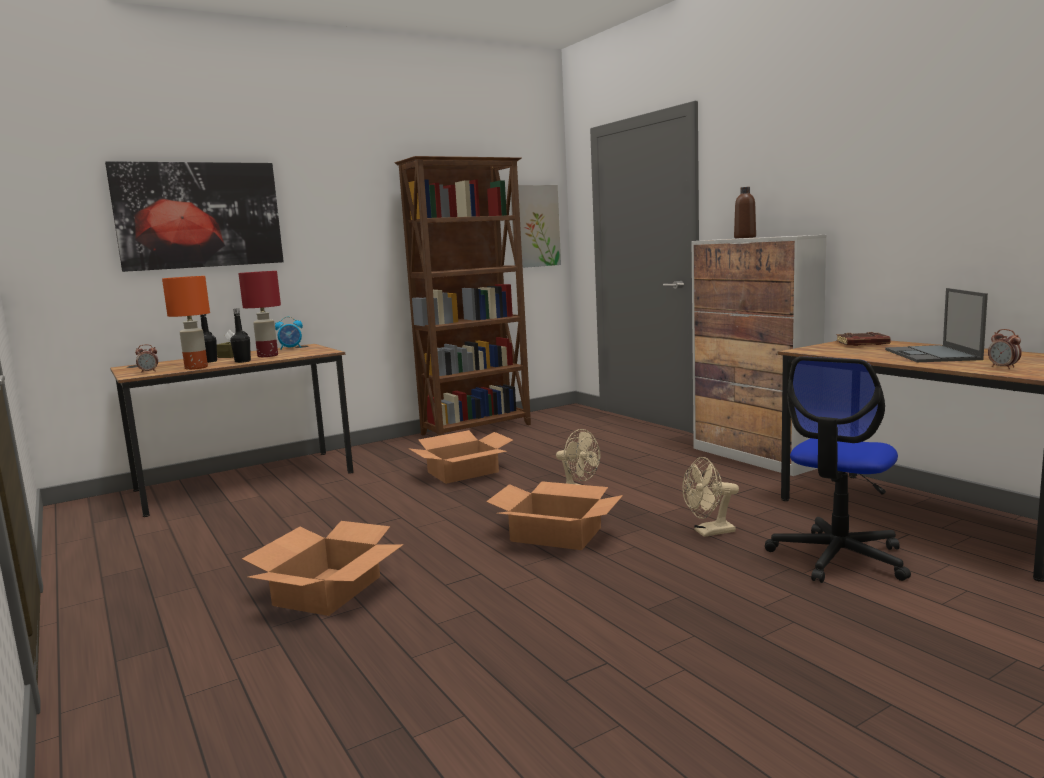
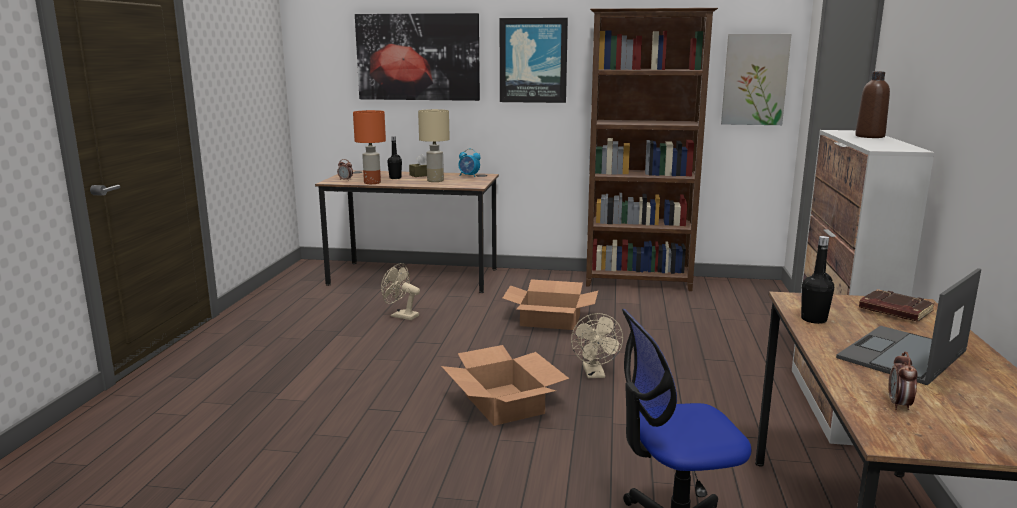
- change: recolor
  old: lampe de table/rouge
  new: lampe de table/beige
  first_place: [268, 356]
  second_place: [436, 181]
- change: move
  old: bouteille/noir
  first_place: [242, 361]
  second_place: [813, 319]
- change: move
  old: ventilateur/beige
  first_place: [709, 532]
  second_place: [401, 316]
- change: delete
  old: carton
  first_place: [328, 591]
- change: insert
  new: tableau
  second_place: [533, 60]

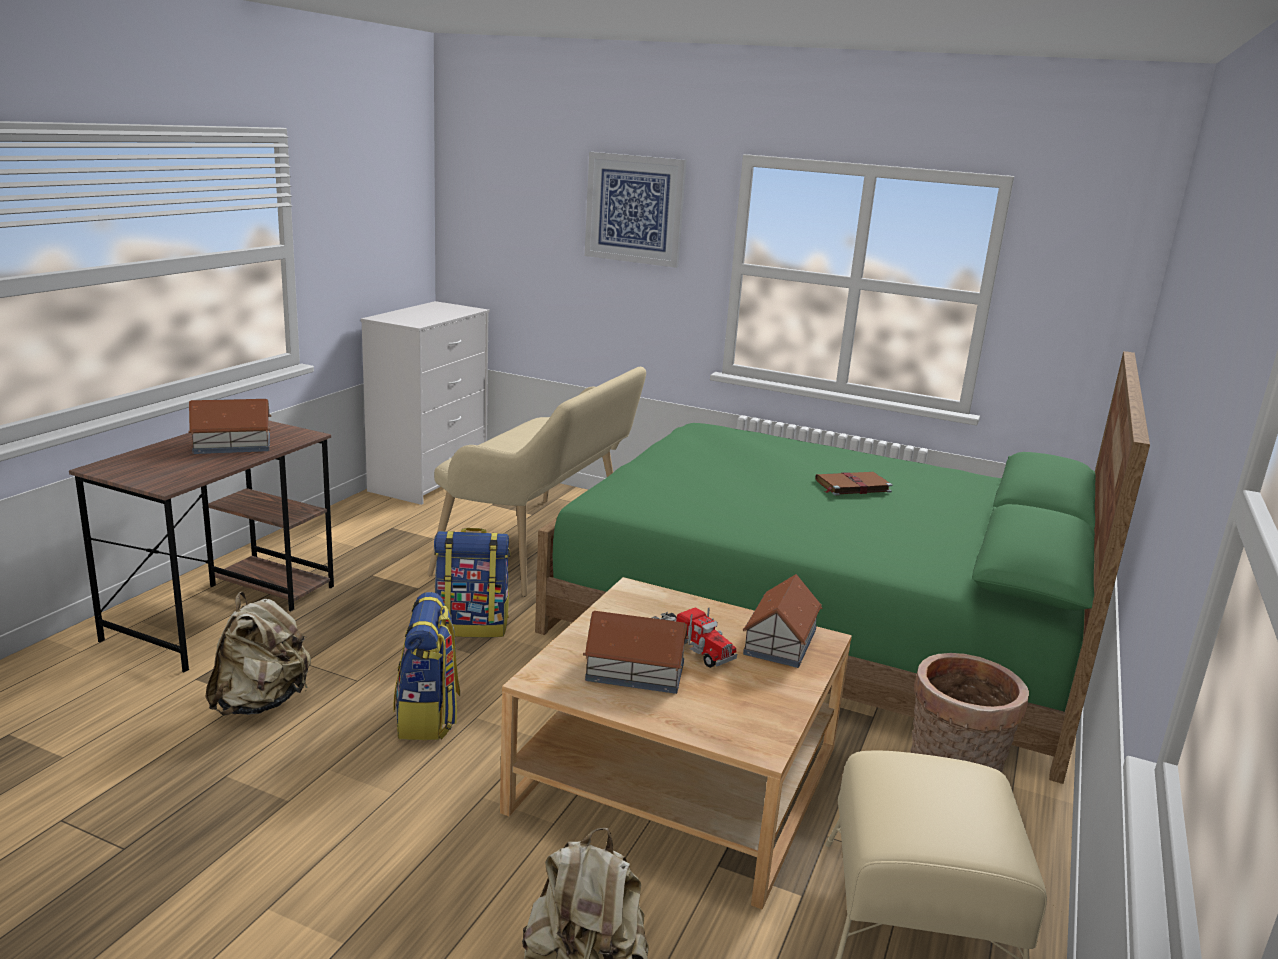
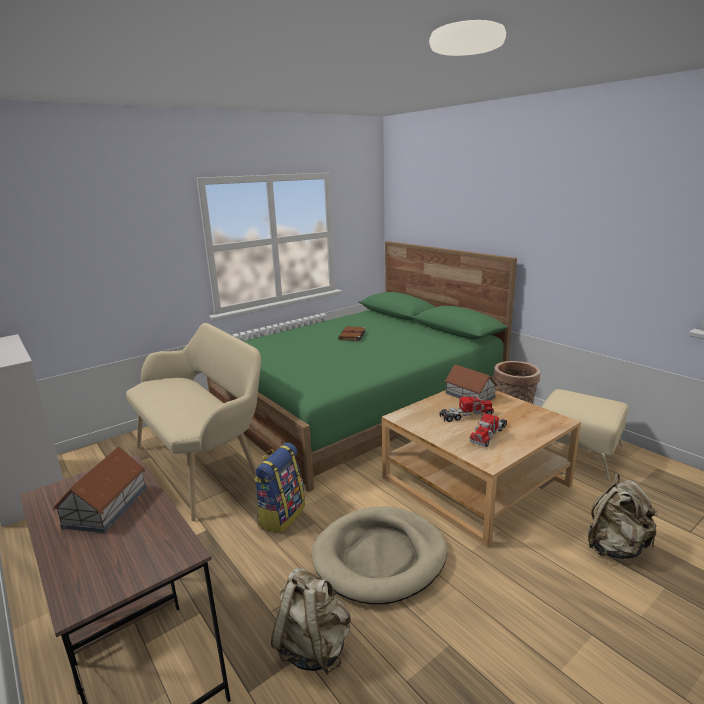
- change: delete
  old: tableau
  first_place: [634, 209]
- change: replace
  old: sac à dos
  new: panier pour chien/beige
  first_place: [428, 717]
  second_place: [380, 557]
- change: replace
  old: maison miniature
  new: camion jouet
  first_place: [636, 672]
  second_place: [488, 434]

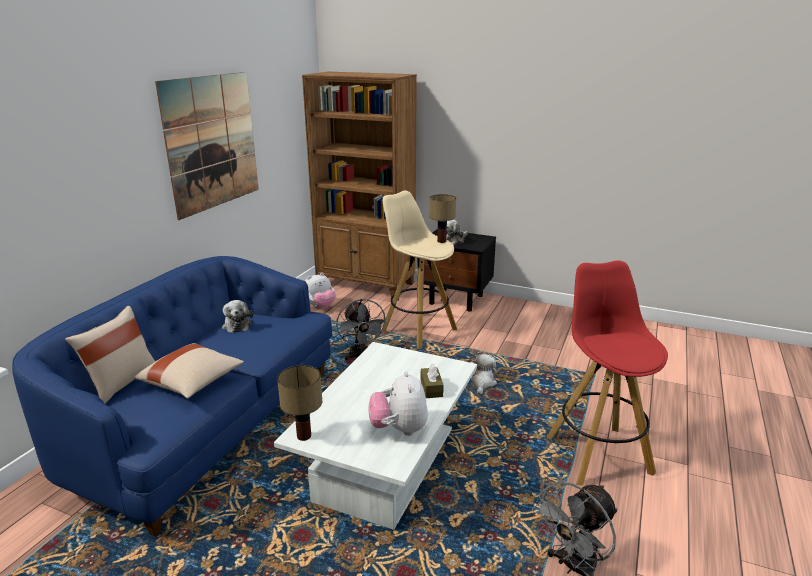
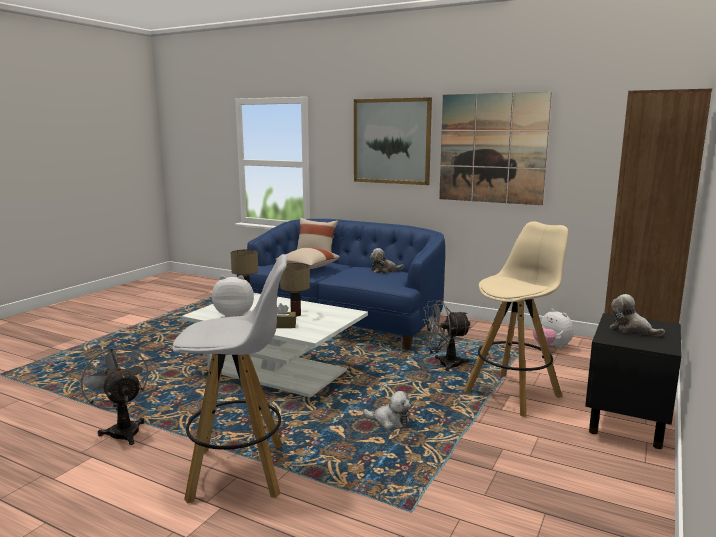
- change: move
  old: lampe de table
  first_place: [441, 241]
  second_place: [295, 314]
- change: recolor
  old: tabouret/rouge
  new: tabouret/blanc
  first_place: [597, 453]
  second_place: [240, 472]
- change: insert
  new: tableau
  second_place: [391, 141]

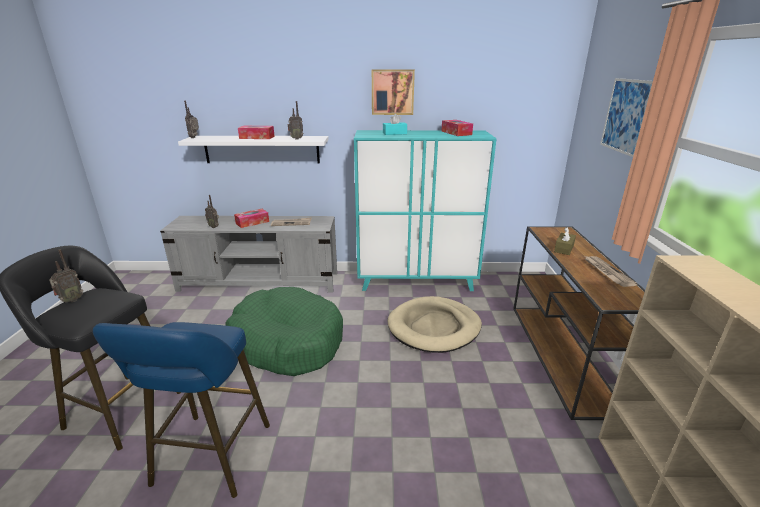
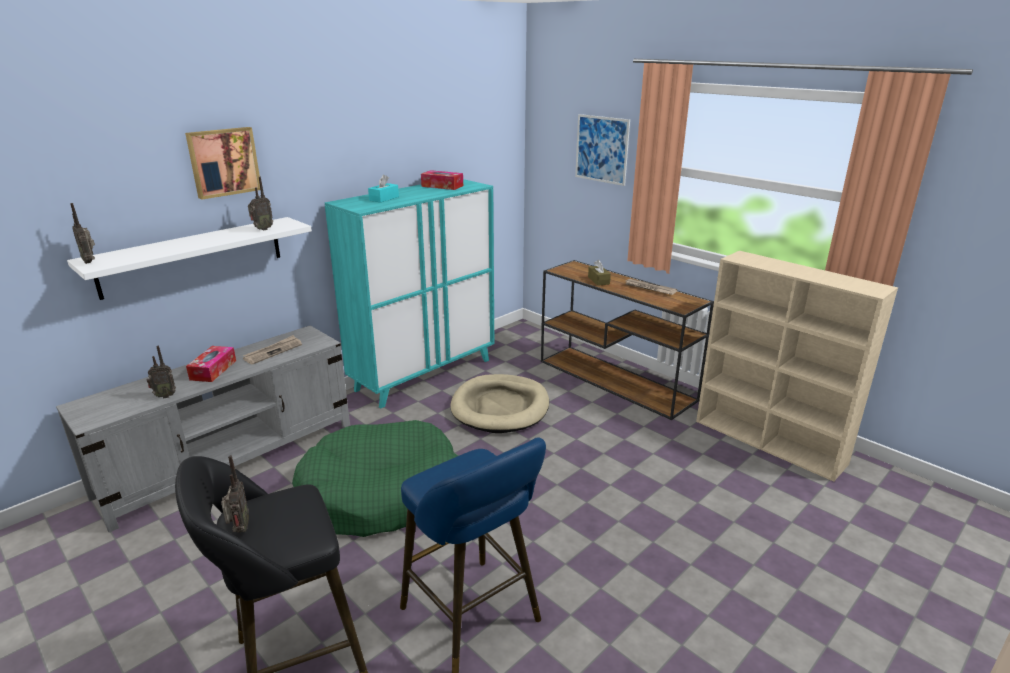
- change: move
  old: tableau
  first_place: [392, 92]
  second_place: [223, 162]
- change: delete
  old: boîte à mouchoirs
  first_place: [257, 137]

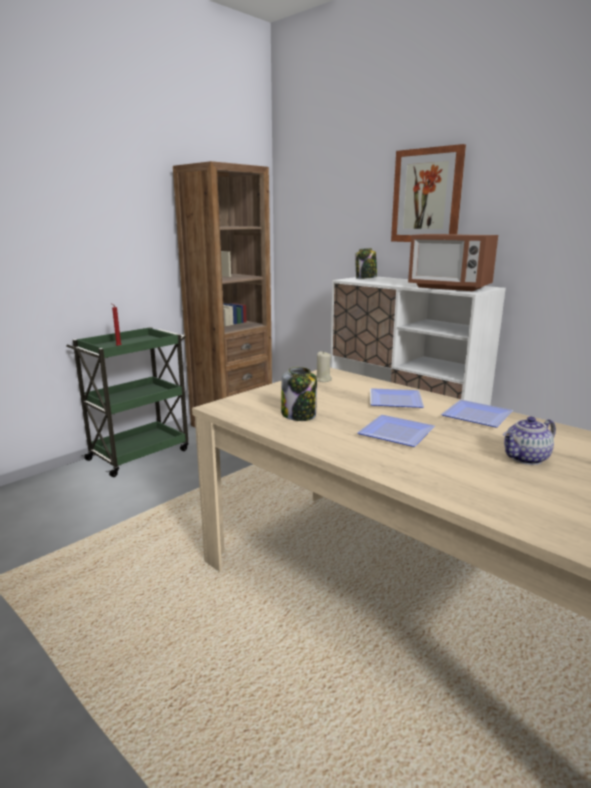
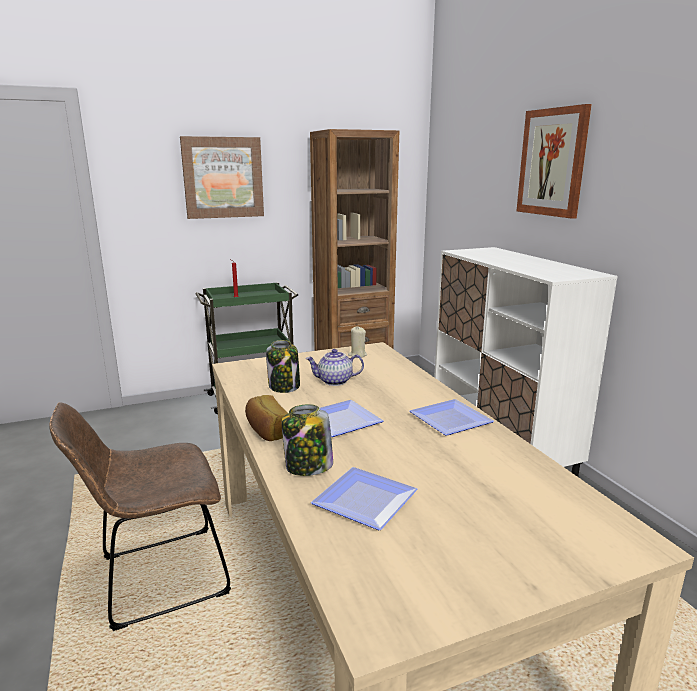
- change: delete
  old: micro-ondes
  first_place: [449, 287]
- change: move
  old: bocal
  first_place: [365, 278]
  second_place: [308, 467]
- change: move
  old: assiette
  first_place: [397, 401]
  second_place: [366, 503]
- change: move
  old: théière
  first_place: [526, 459]
  second_place: [334, 381]
- change: insert
  new: tableau
  second_place: [223, 177]
- change: insert
  new: pain
  second_place: [266, 431]
- change: insert
  new: chaise/marron
  second_place: [156, 578]

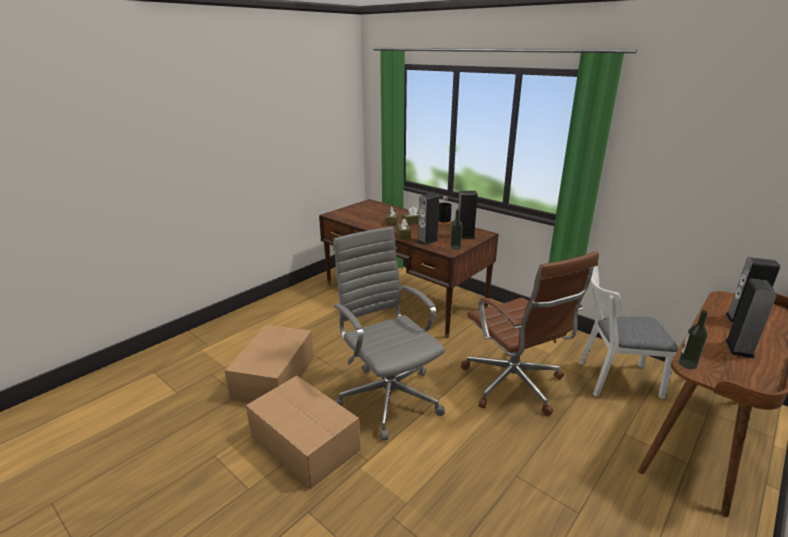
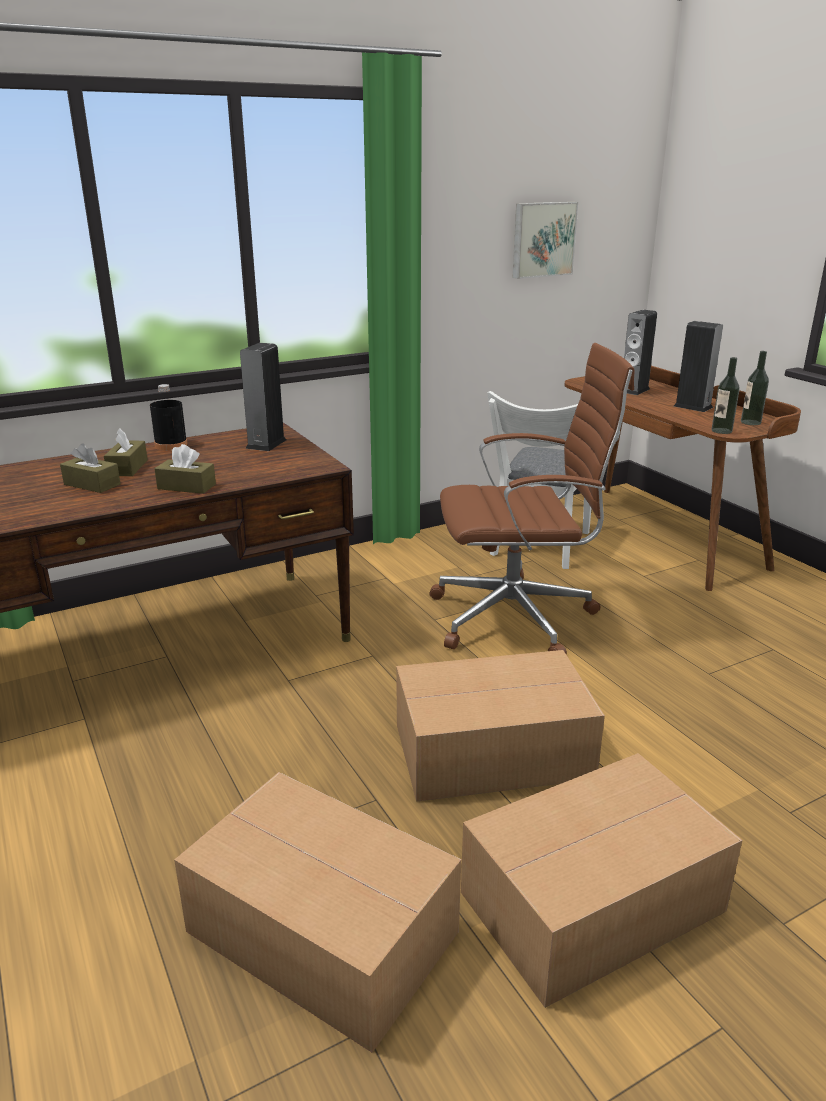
- change: delete
  old: enceinte
  first_place: [427, 241]
- change: move
  old: bouteille
  first_place: [455, 247]
  second_place: [750, 422]
- change: replace
  old: chaise de bureau/gris
  new: carton
  first_place: [388, 396]
  second_place: [489, 750]
- change: insert
  new: tableau
  second_place: [542, 239]

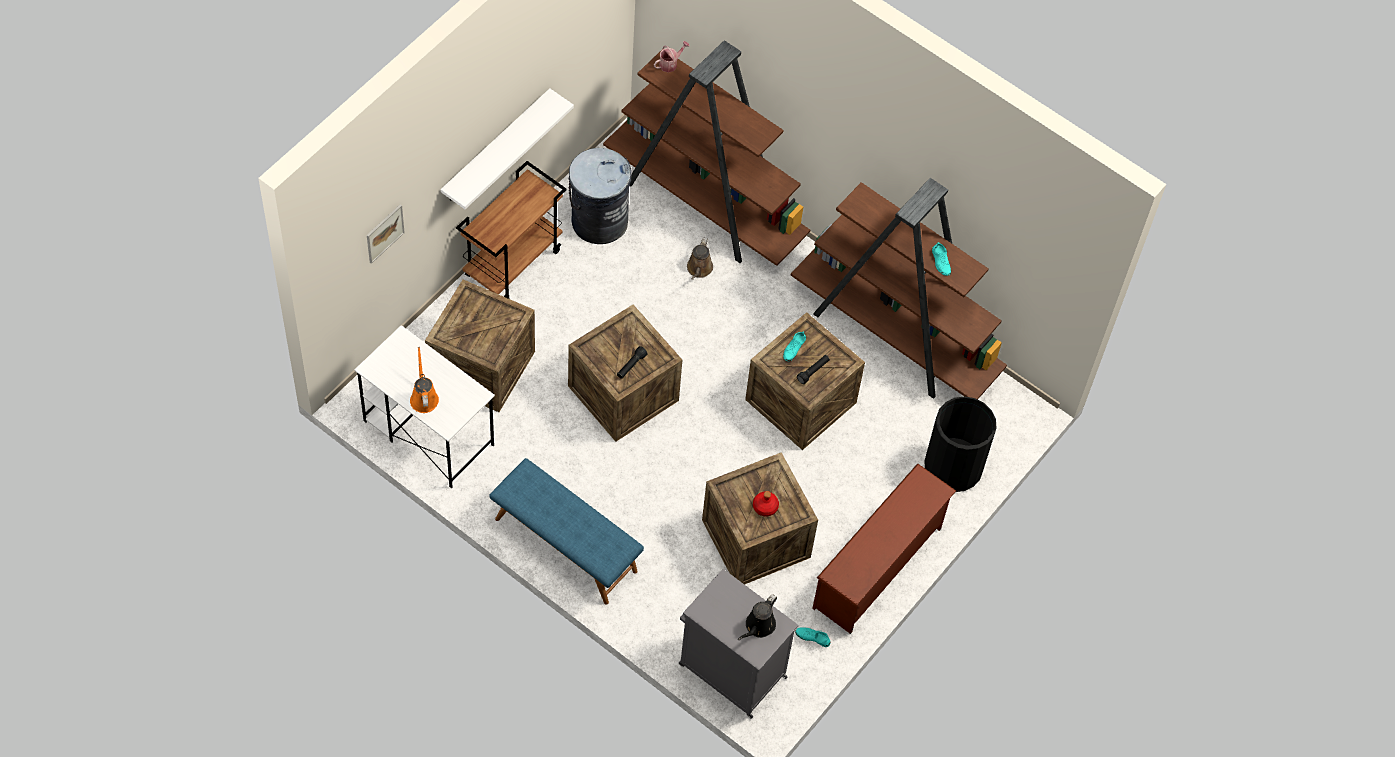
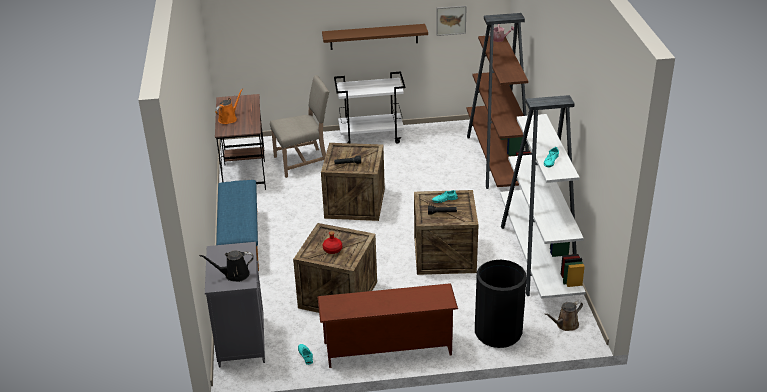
- change: recolor
  old: étagère/blanc
  new: étagère/marron
  first_place: [496, 147]
  second_place: [374, 36]
- change: delete
  old: poubelle/gris
  first_place: [599, 221]
- change: recolor
  old: chariot/marron
  new: chariot/blanc
  first_place: [513, 262]
  second_place: [371, 136]
- change: recolor
  old: bibliothèque/marron
  new: bibliothèque/blanc
  first_place: [895, 336]
  second_place: [538, 258]
- change: move
  old: tableau
  first_place: [384, 233]
  second_place: [451, 20]
- change: move
  old: arrosoir/marron
  first_place: [699, 269]
  second_place: [565, 325]
- change: replace
  old: caisse
  new: chaise/beige
  first_place: [482, 366]
  second_place: [303, 161]
- change: recolor
  old: bureau/blanc
  new: bureau/marron
  first_place: [427, 432]
  second_place: [244, 170]

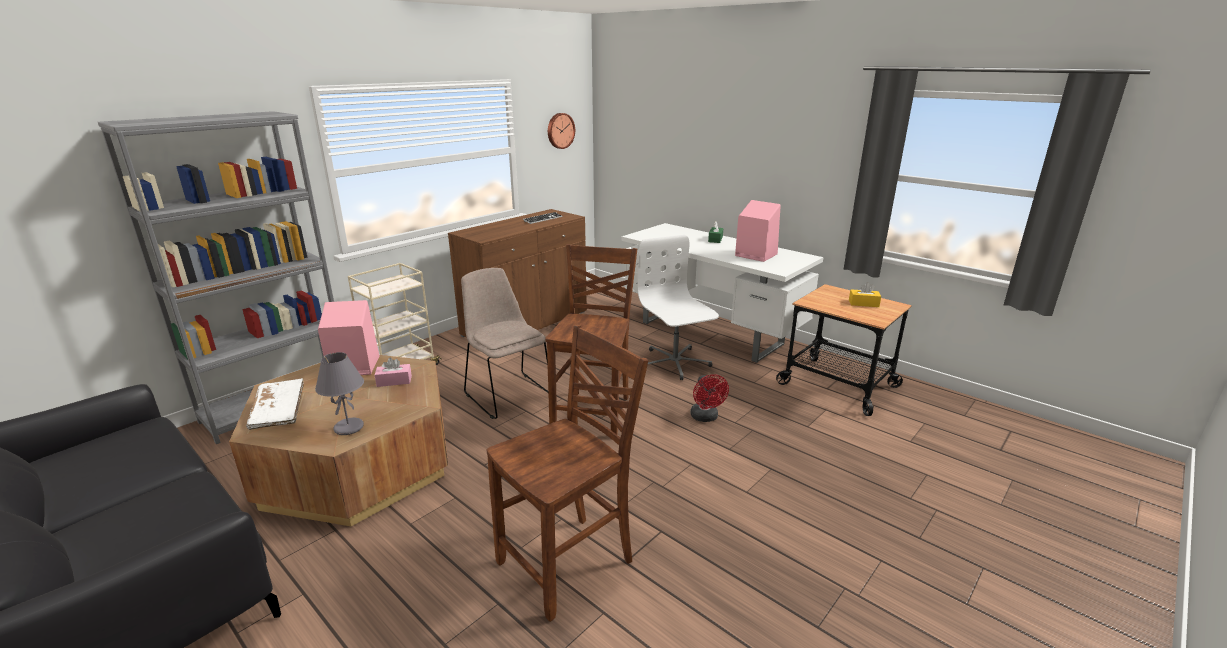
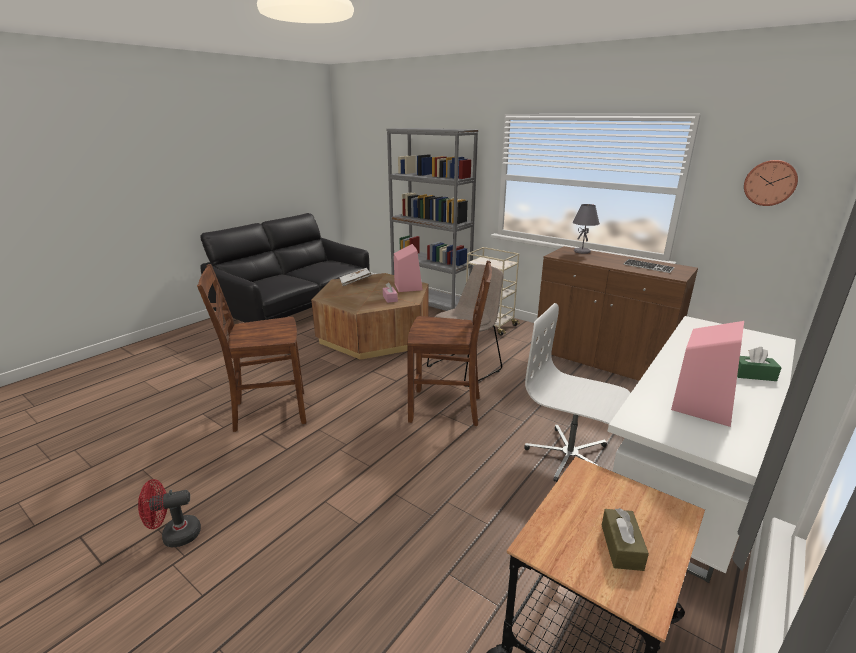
- change: rotate
  old: chaise de bureau/blanc
  first_place: [674, 363]
  second_place: [569, 456]
  degrees: -120
- change: recolor
  old: boîte à mouchoirs/jaune
  new: boîte à mouchoirs/marron
  first_place: [863, 303]
  second_place: [621, 547]
- change: rotate
  old: chaise/marron
  first_place: [569, 563]
  second_place: [268, 411]
  degrees: 120
- change: move
  old: lampe de table/gris
  first_place: [349, 427]
  second_place: [582, 252]
- change: move
  old: ventilateur/rouge
  first_place: [706, 418]
  second_place: [175, 535]

